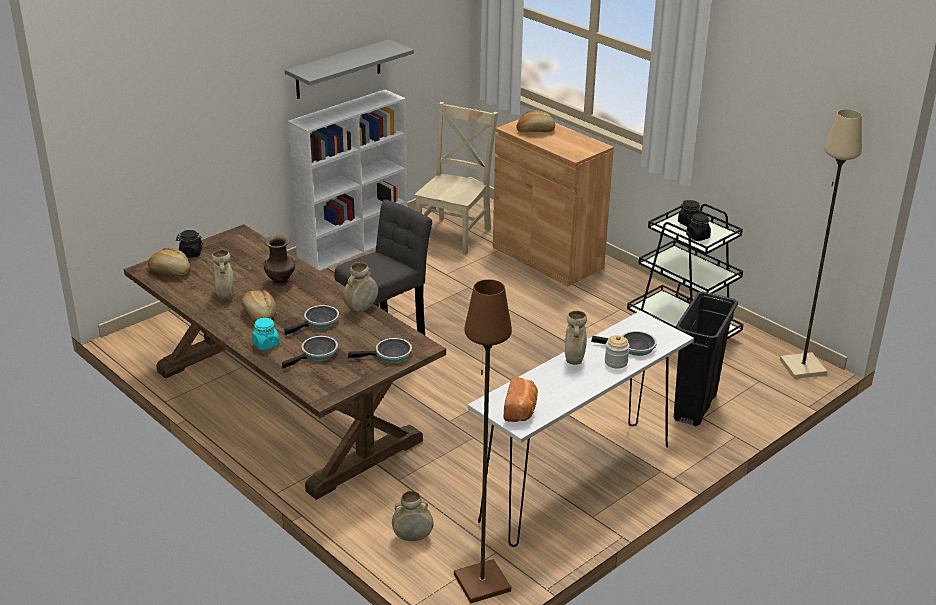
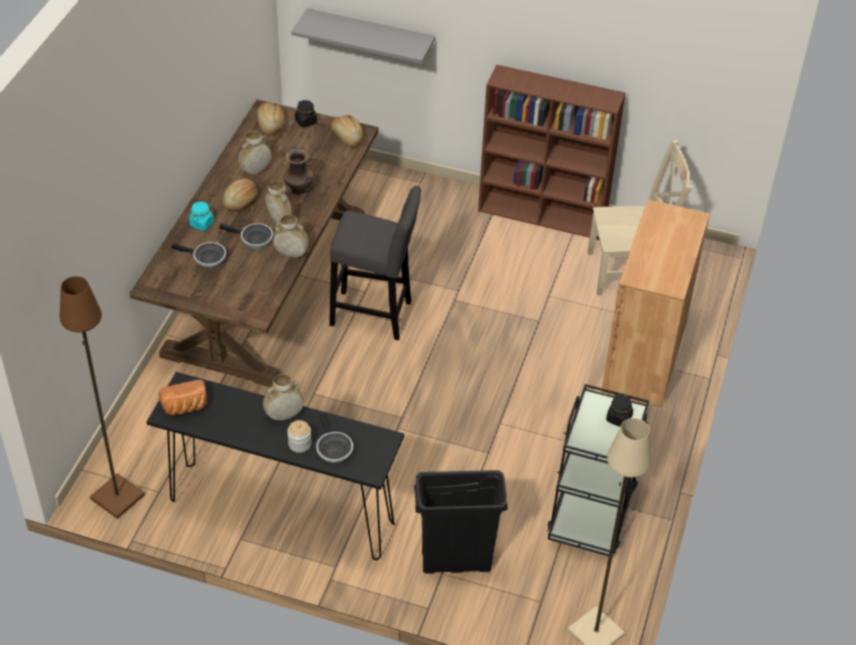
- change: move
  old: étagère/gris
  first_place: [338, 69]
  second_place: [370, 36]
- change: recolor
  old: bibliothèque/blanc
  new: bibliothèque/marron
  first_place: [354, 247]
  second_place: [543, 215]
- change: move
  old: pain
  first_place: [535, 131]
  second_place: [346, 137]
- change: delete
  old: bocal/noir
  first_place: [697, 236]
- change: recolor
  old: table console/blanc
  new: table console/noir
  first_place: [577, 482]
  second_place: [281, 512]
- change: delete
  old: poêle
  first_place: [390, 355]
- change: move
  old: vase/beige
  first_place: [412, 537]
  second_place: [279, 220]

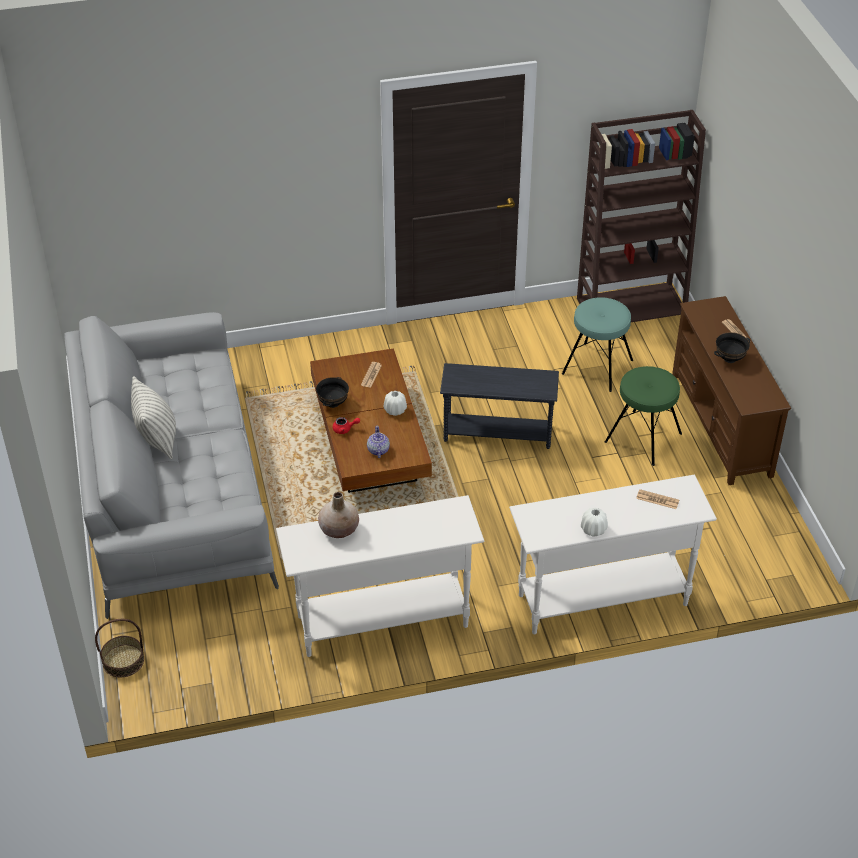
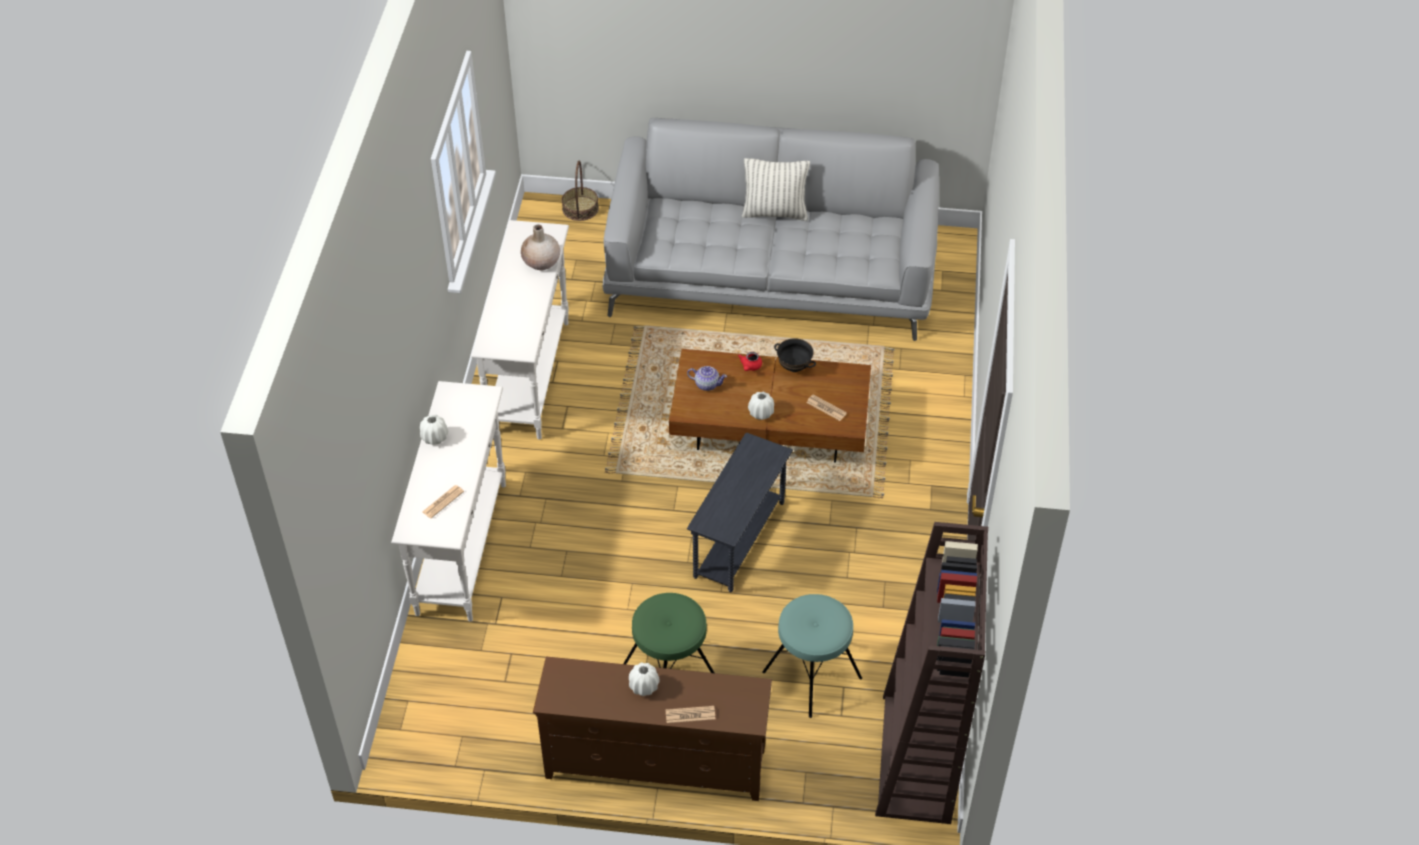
- change: replace
  old: bol/noir
  new: vase/blanc
  first_place: [730, 359]
  second_place: [644, 686]

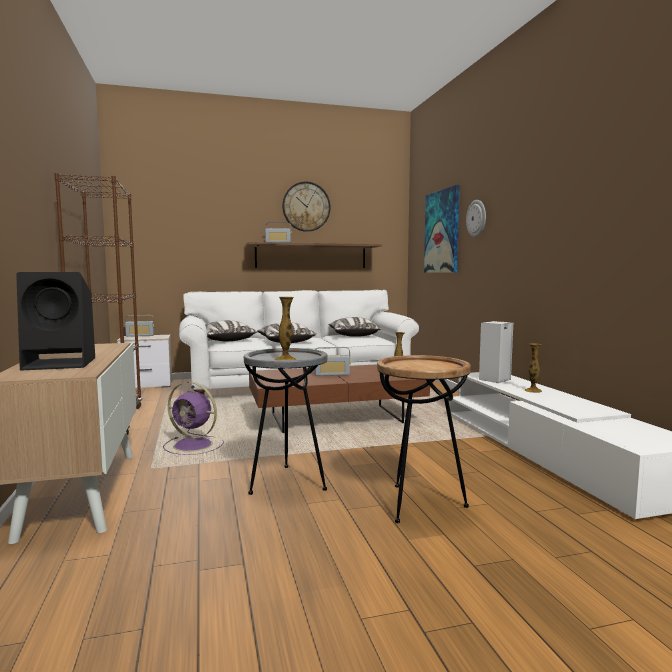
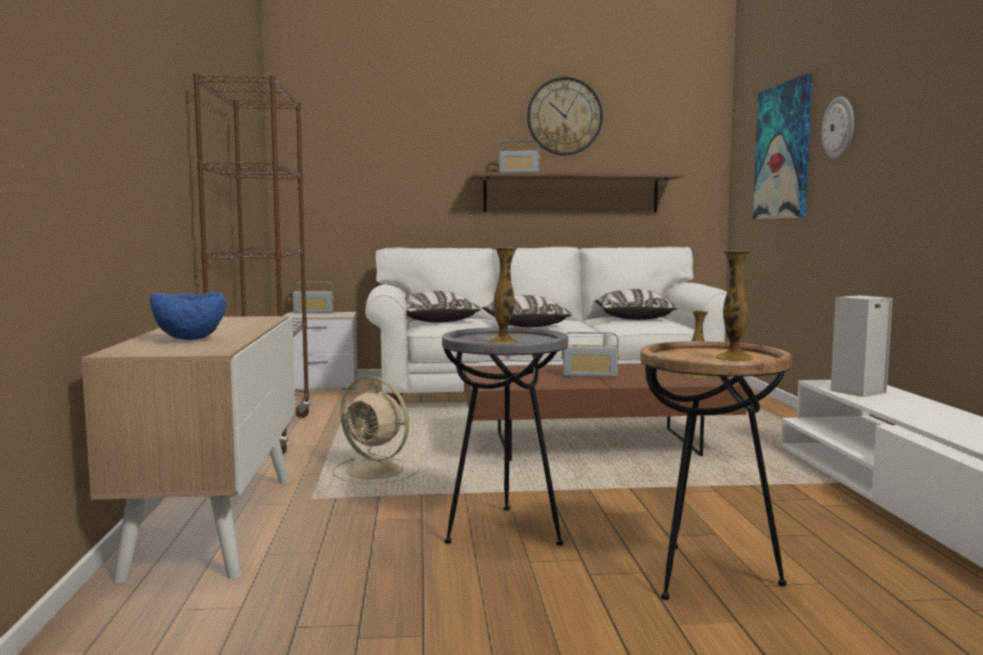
- change: replace
  old: enceinte/noir
  new: bol/bleu
  first_place: [62, 364]
  second_place: [190, 339]
- change: move
  old: vase
  first_place: [533, 390]
  second_place: [734, 358]
- change: recolor
  old: ventilateur/violet
  new: ventilateur/beige
  first_place: [194, 445]
  second_place: [377, 471]

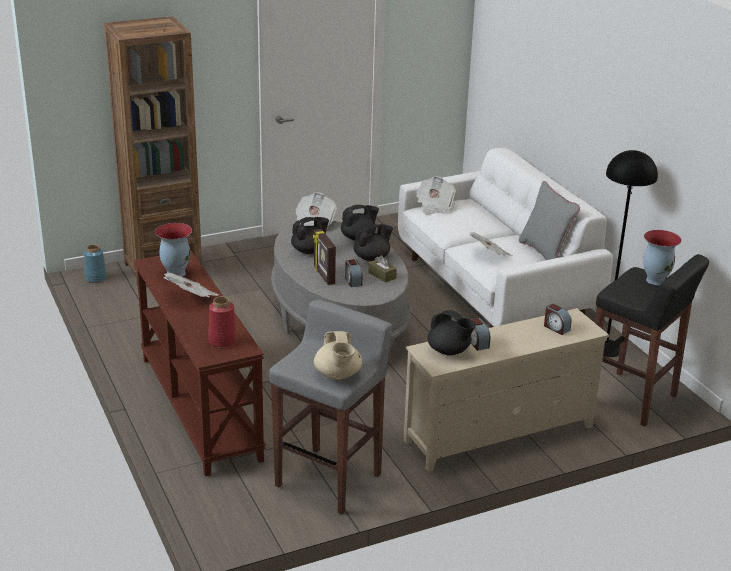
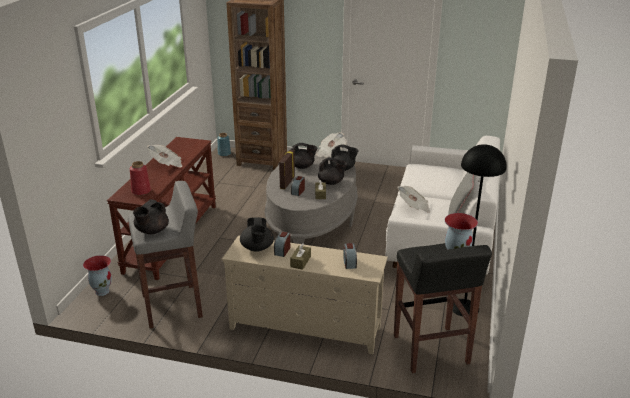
- change: delete
  old: journal
  first_place: [434, 206]
- change: move
  old: vase
  first_place: [175, 273]
  second_place: [102, 291]
- change: recolor
  old: théière/beige
  new: théière/noir
  first_place: [338, 375]
  second_place: [152, 231]
- change: insert
  new: boîte à mouchoirs/marron
  second_place: [300, 261]

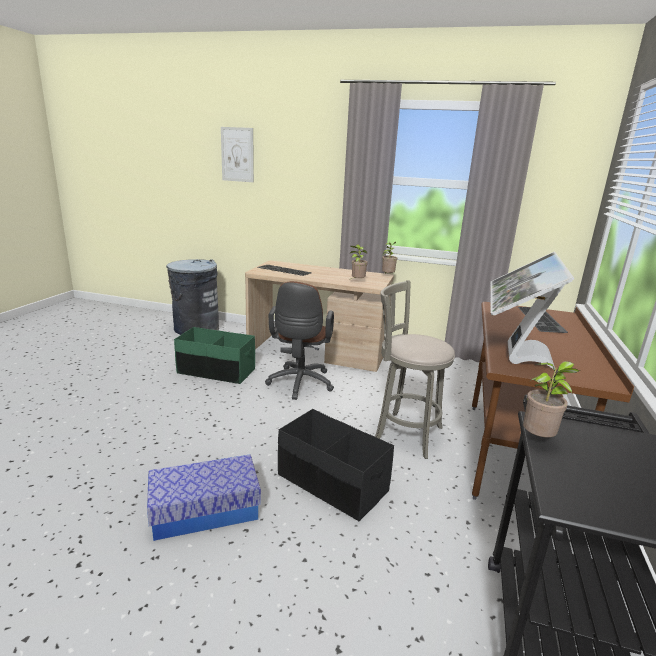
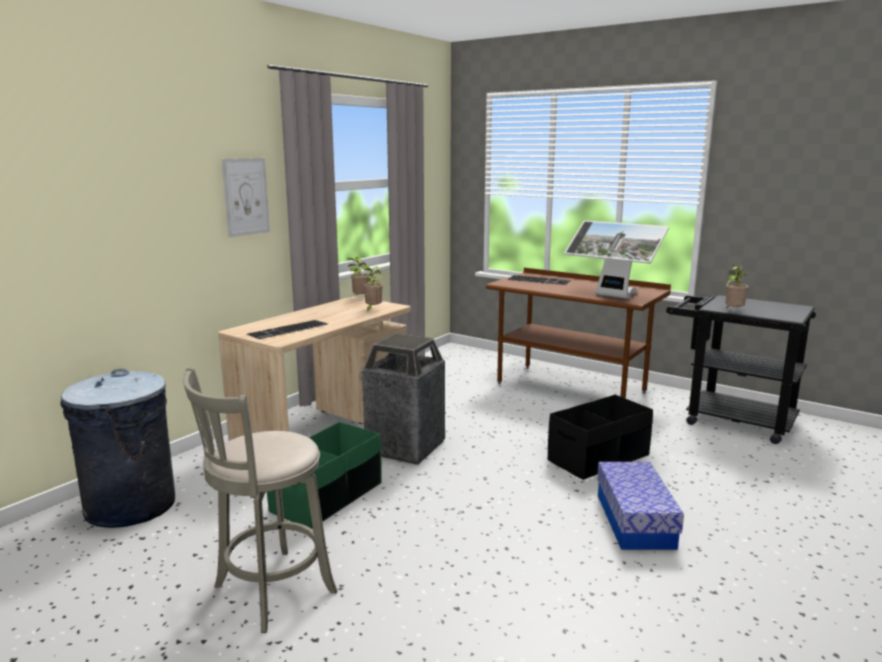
- change: move
  old: tableau
  first_place: [237, 154]
  second_place: [246, 196]
- change: move
  old: tabouret/gris
  first_place: [404, 433]
  second_place: [269, 592]
- change: replace
  old: chaise de bureau/marron
  new: poubelle
  first_place: [299, 384]
  second_place: [405, 447]

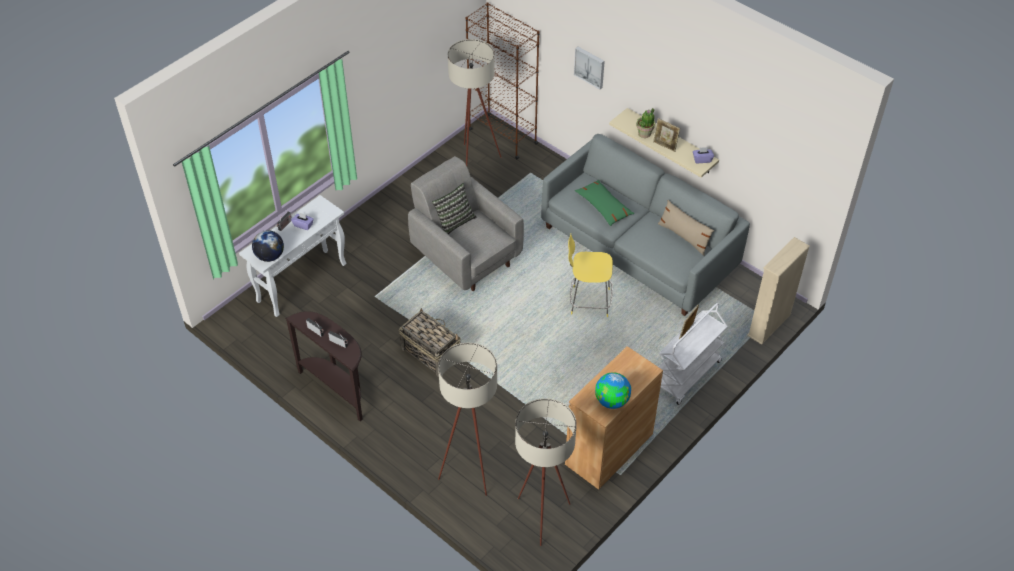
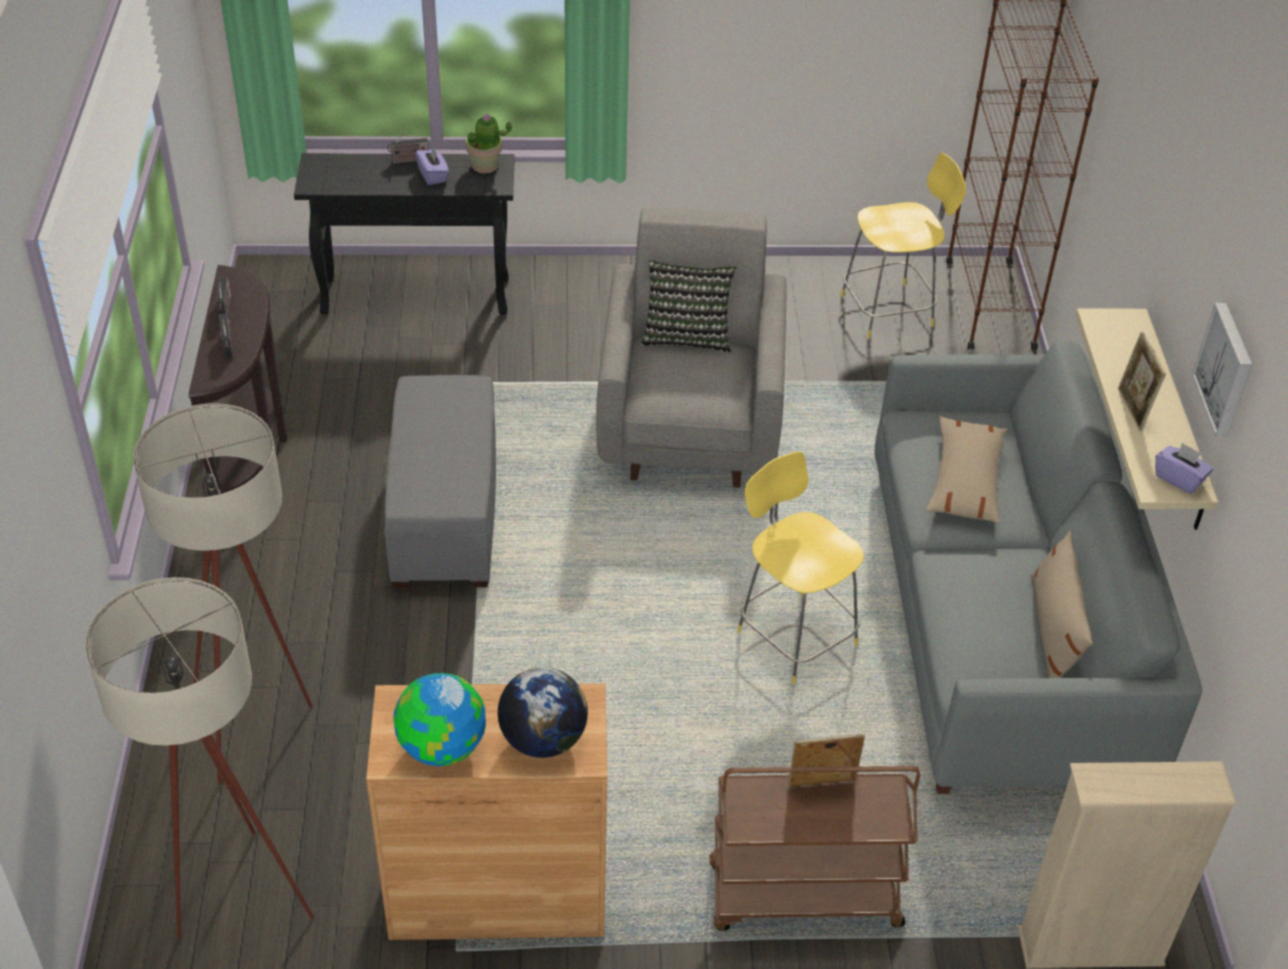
- change: replace
  old: lampadaire/beige
  new: tabouret/jaune
  first_place: [474, 163]
  second_place: [890, 310]
- change: move
  old: tableau
  first_place: [590, 67]
  second_place: [1226, 369]
- change: move
  old: plante en pot
  first_place: [644, 133]
  second_place: [485, 166]
- change: recolor
  old: coussin/vert
  new: coussin/beige
  first_place: [603, 207]
  second_place: [966, 480]
- change: recolor
  old: table console/blanc
  new: table console/noir
  first_place: [302, 282]
  second_place: [417, 296]
- change: move
  old: globe
  first_place: [270, 256]
  second_place: [543, 739]
- change: recolor
  old: chariot/blanc
  new: chariot/marron
  first_place: [687, 376]
  second_place: [803, 897]
- change: replace
  old: panier
  new: pouf/gris
  first_place: [430, 353]
  second_place: [444, 515]

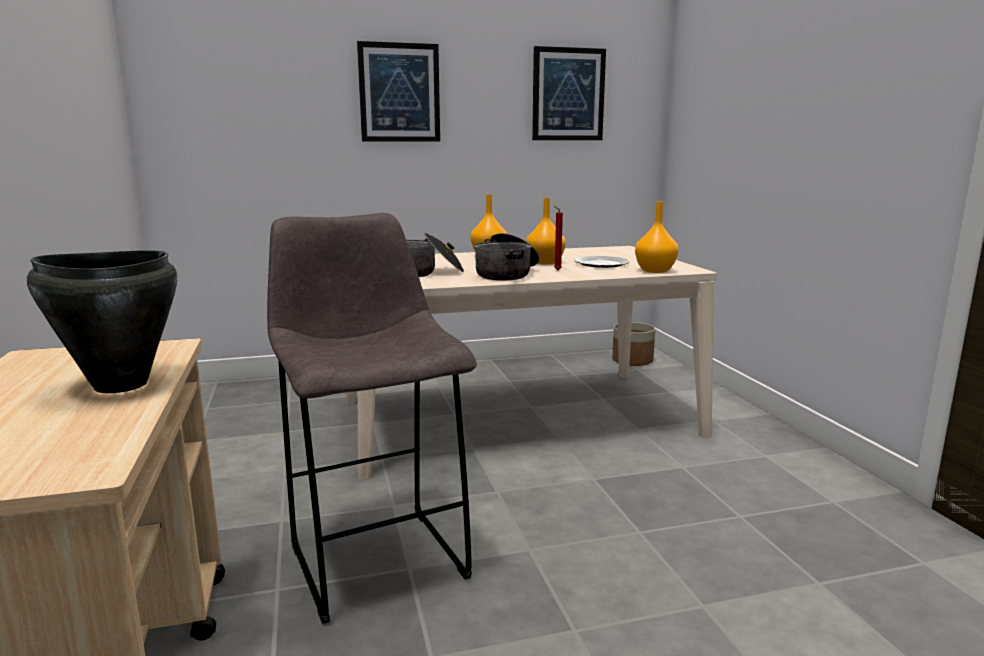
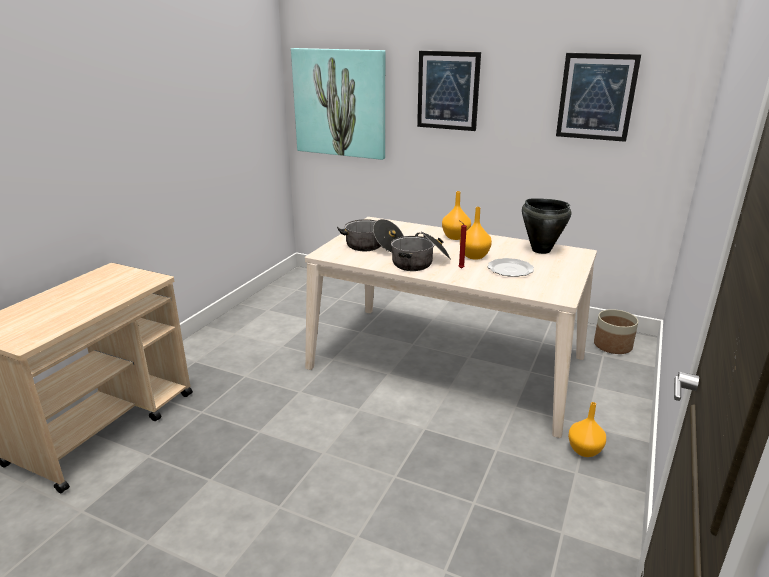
- change: move
  old: vase/orange
  first_place: [655, 270]
  second_place: [585, 450]
- change: delete
  old: tabouret/gris
  first_place: [376, 558]
- change: move
  old: marmite/noir
  first_place: [120, 385]
  second_place: [540, 250]
- change: insert
  new: tableau
  second_place: [340, 103]

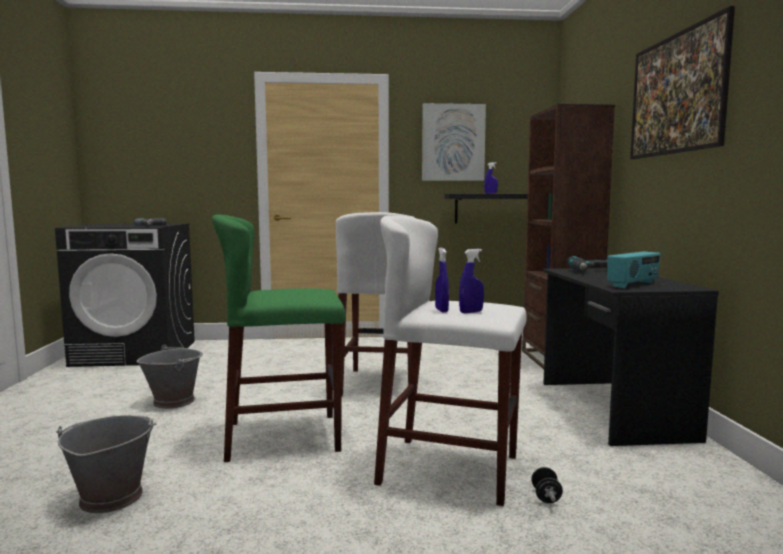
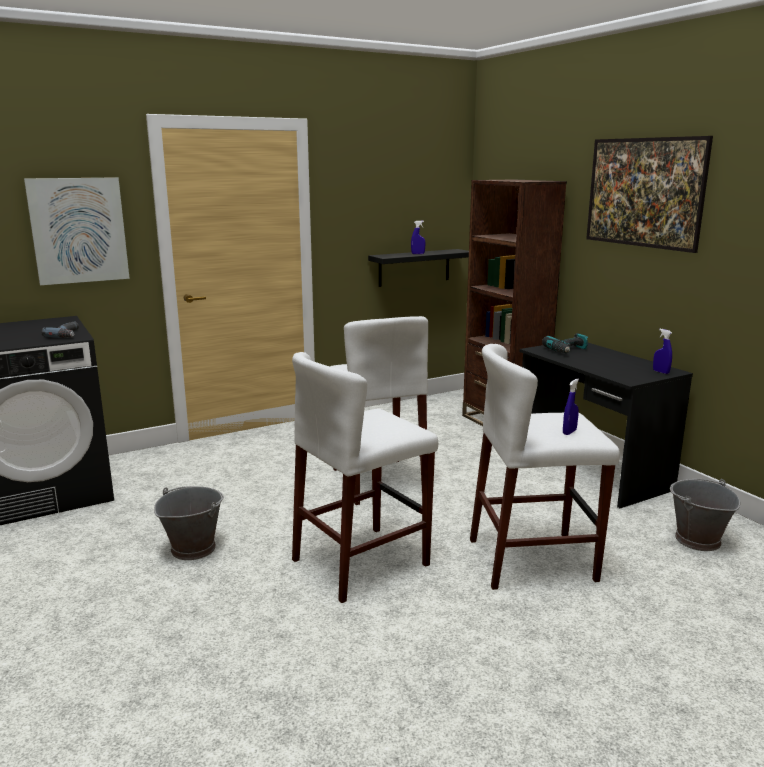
- change: move
  old: tableau
  first_place: [453, 142]
  second_place: [78, 230]
- change: recolor
  old: tabouret/vert
  new: tabouret/blanc
  first_place: [283, 436]
  second_place: [361, 562]
- change: move
  old: vaporisateur/bleu
  first_place: [441, 310]
  second_place: [661, 372]
- change: delete
  old: radio
  first_place: [633, 284]
- change: move
  old: seau/gris
  first_place: [110, 497]
  second_place: [697, 540]
- change: delete
  old: haltère/noir
  first_place: [546, 497]

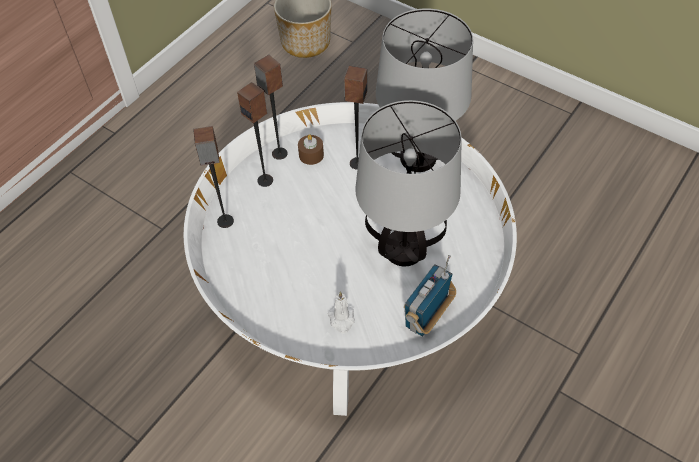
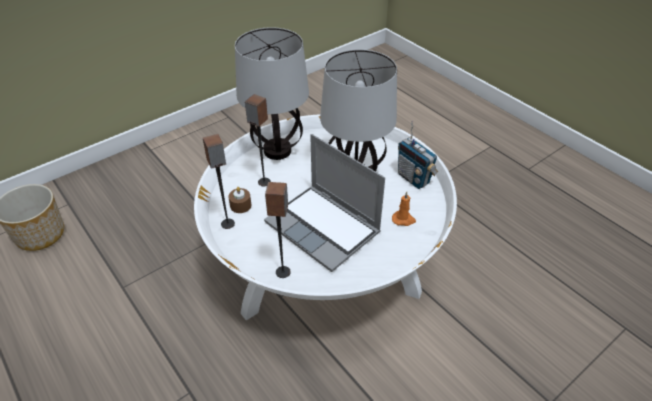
- change: delete
  old: enceinte
  first_place: [265, 180]
- change: recolor
  old: bougie/blanc
  new: bougie/orange
  first_place: [342, 319]
  second_place: [403, 220]
- change: insert
  new: ordinateur portable
  second_place: [324, 228]

